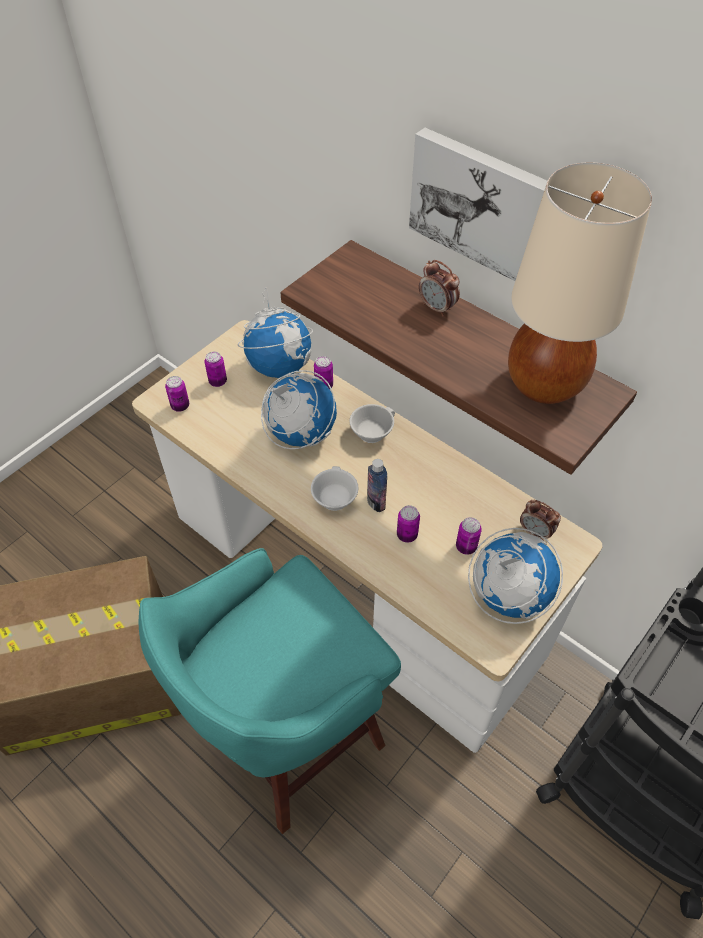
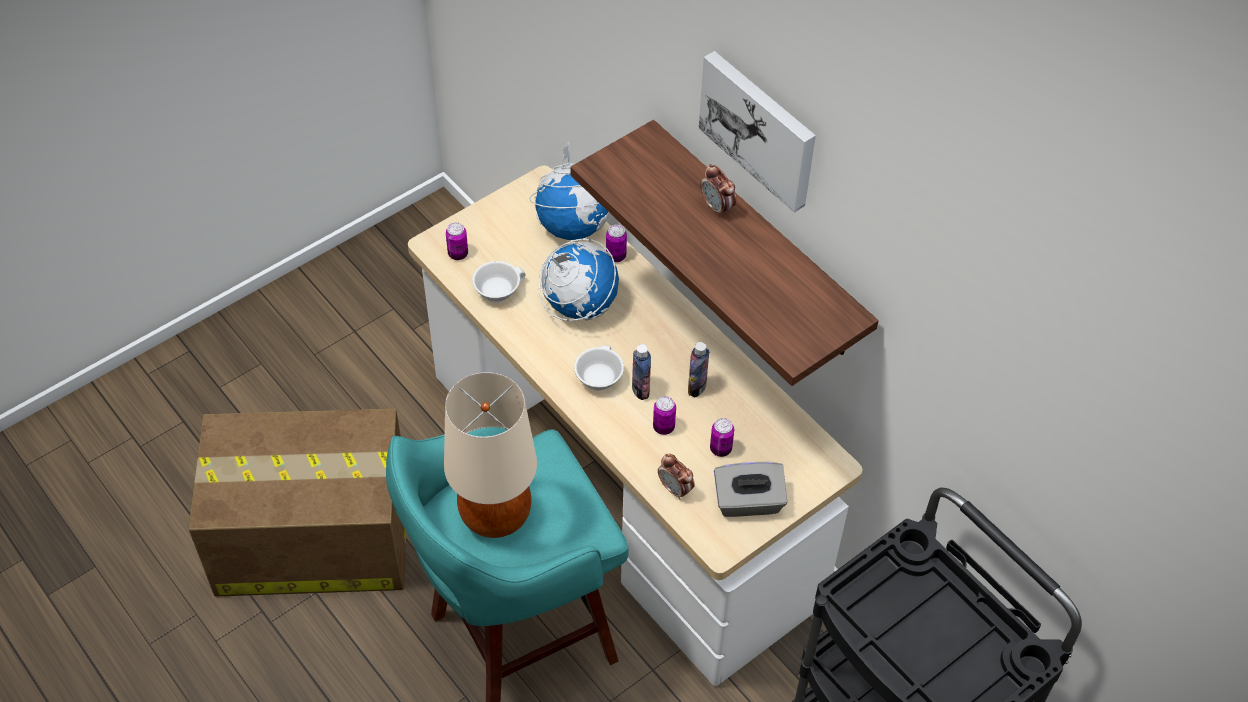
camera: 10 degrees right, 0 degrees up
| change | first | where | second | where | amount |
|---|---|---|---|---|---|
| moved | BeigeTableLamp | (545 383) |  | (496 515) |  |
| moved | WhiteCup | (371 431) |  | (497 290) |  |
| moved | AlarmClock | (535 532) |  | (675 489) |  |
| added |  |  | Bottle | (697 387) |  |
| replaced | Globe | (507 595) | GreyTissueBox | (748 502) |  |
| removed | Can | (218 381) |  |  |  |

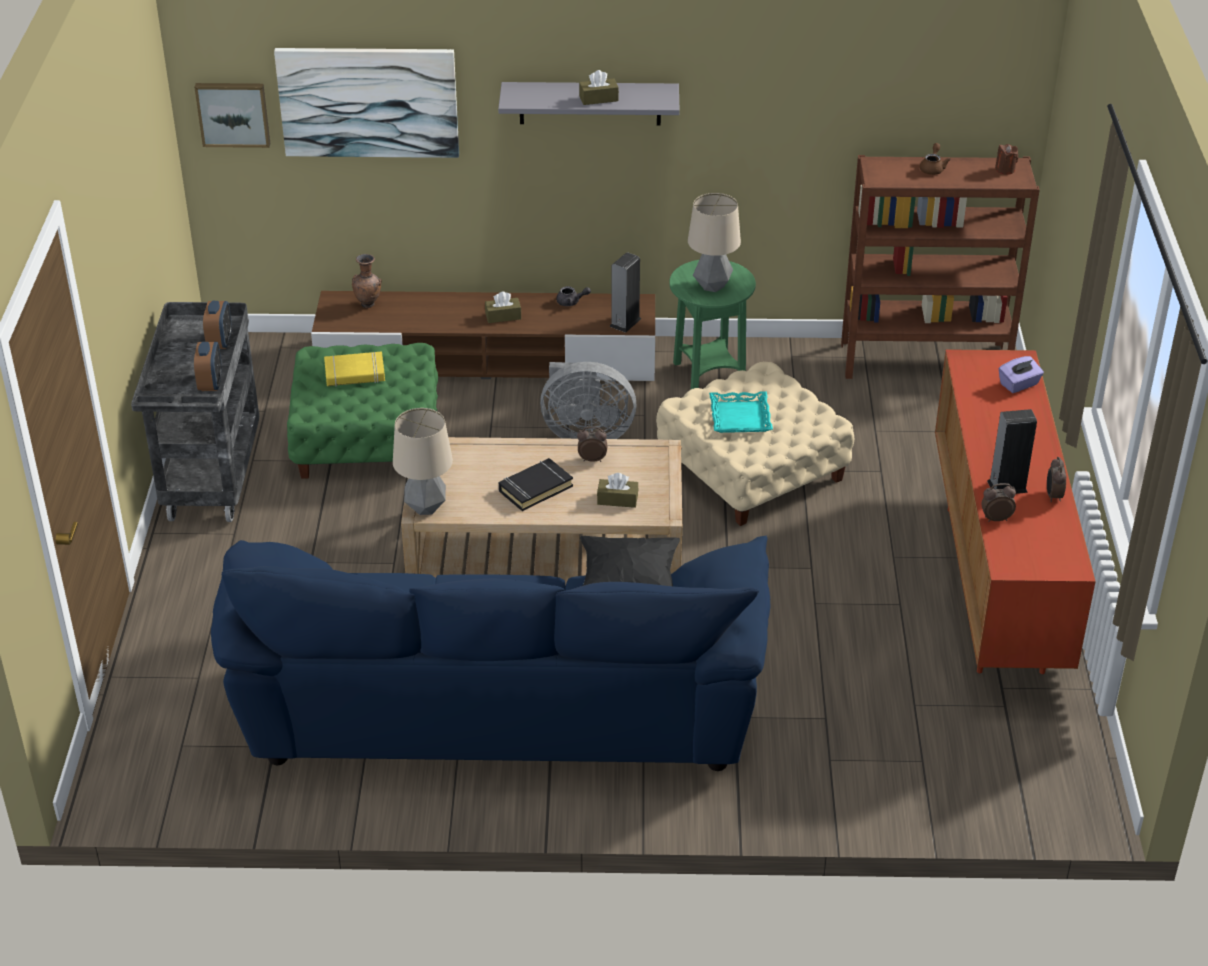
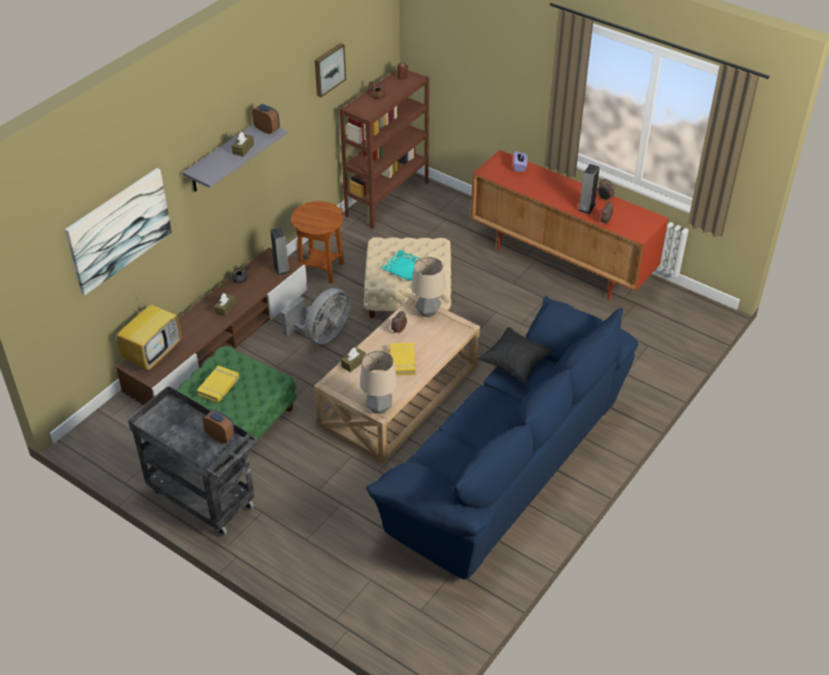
camera: 55 degrees left, 5 degrees up
| change | first | where | second | where | amount |
|---|---|---|---|---|---|
| replaced | BrownVase | (368 304) | Television | (153 353) |  |
| moved | AlarmClock | (220 342) |  | (267 130) |  |
| recoloured | GreenSideTable | (708 375) | BrownSideTable | (321 270) |  |
| moved | Picture | (233 113) |  | (328 69) |  |
| moved | BrownTissueBox | (617 499) |  | (353 363) |  |
| recoloured | BlackBook | (535 488) | YellowBook | (402 361) |  |
| moved | TableLamp | (712 286) |  | (428 312) |  |

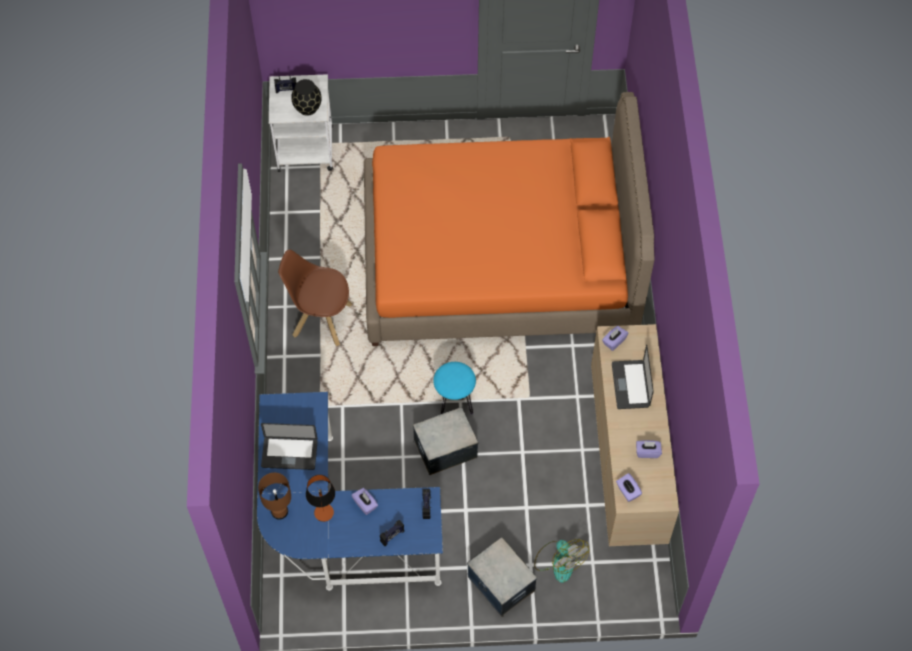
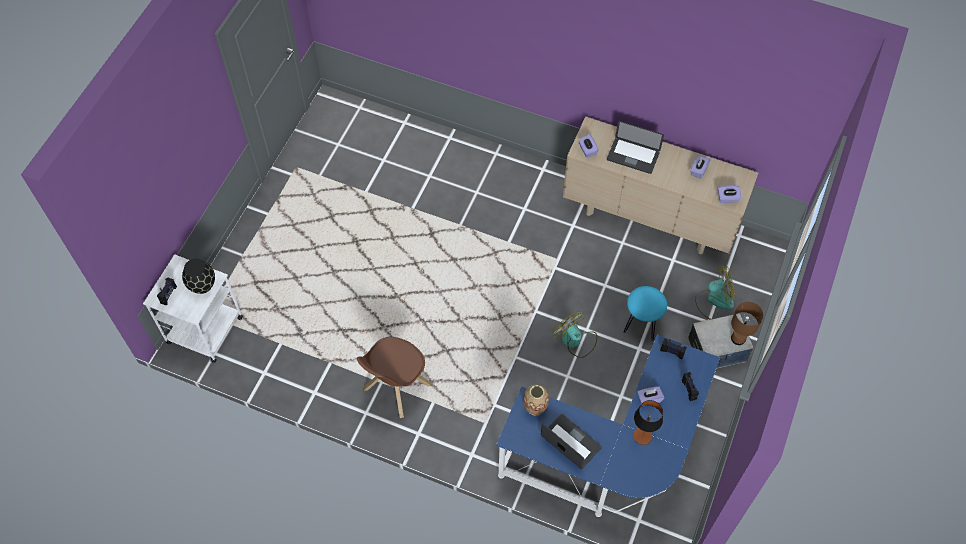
camera: 65 degrees left, 0 degrees up
| change | first | where | second | where | amount |
|---|---|---|---|---|---|
| added |  |  | Vase | (535 406) |  |
| turned | Laptop | (289 454) |  | (571 442) | 75 degrees counterclockwise |
| replaced | StorageBox | (445 448) | Fan | (575 340) |  |
| moved | TurquoiseStool | (454 401) |  | (641 323) |  |
| moved | BrownTableLamp | (279 511) |  | (737 338) |  |
| removed | OrangeBed | (498 261) |  |  |  |

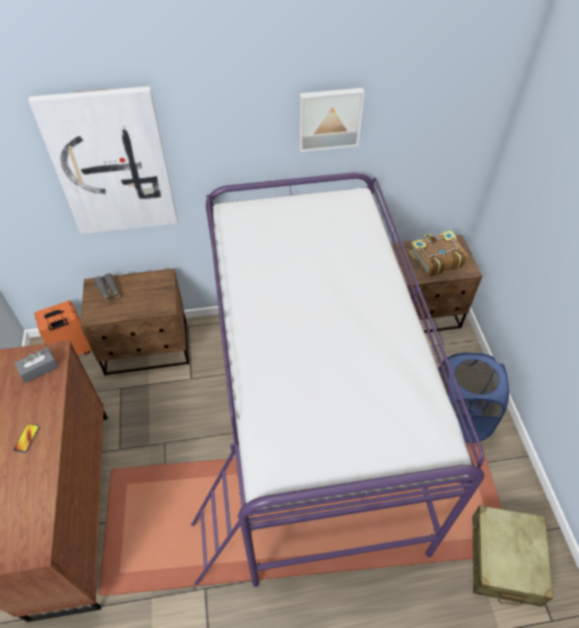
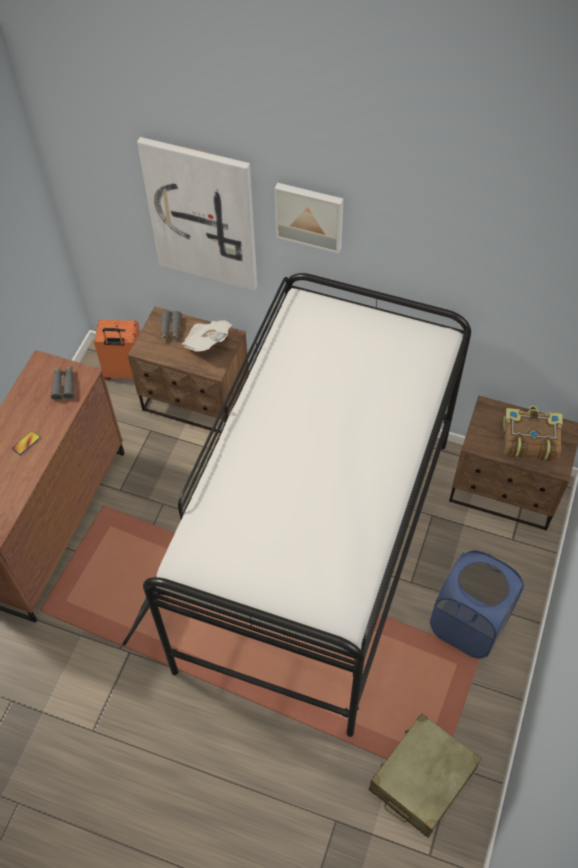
camera: 30 degrees right, 5 degrees up
| change | first | where | second | where | amount |
|---|---|---|---|---|---|
| replaced | GreyTissueBox | (39 369) | GreyBinoculars | (64 385) |  |
| recoloured | PurpleBed | (310 424) | BlackBed | (312 554) |  |
| added |  |  | Newspaper | (207 343) |  |
| moved | Picture | (329 118) |  | (310 215) |  |

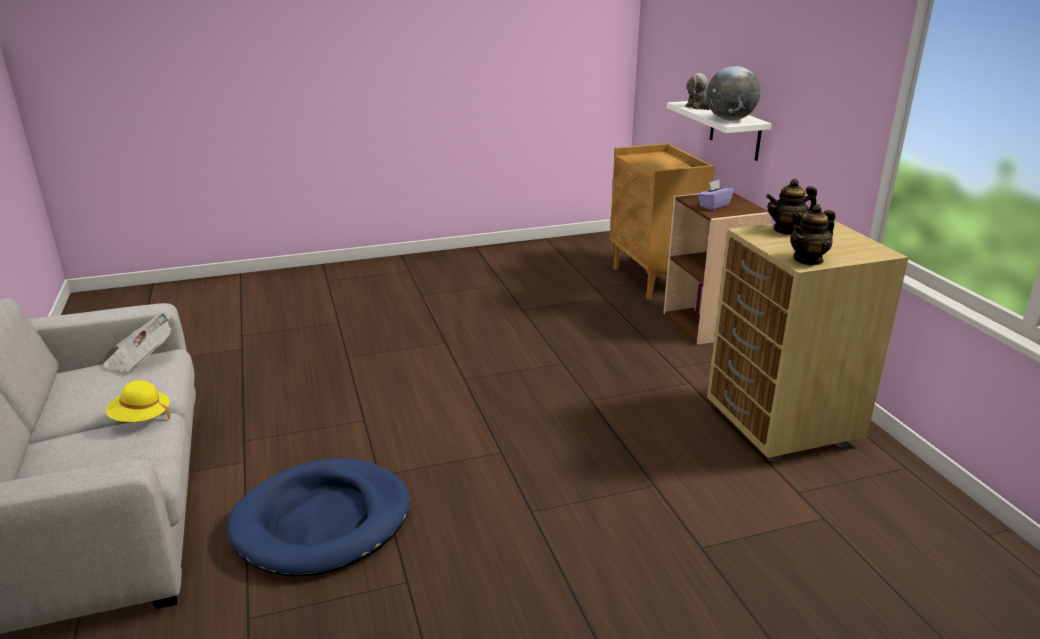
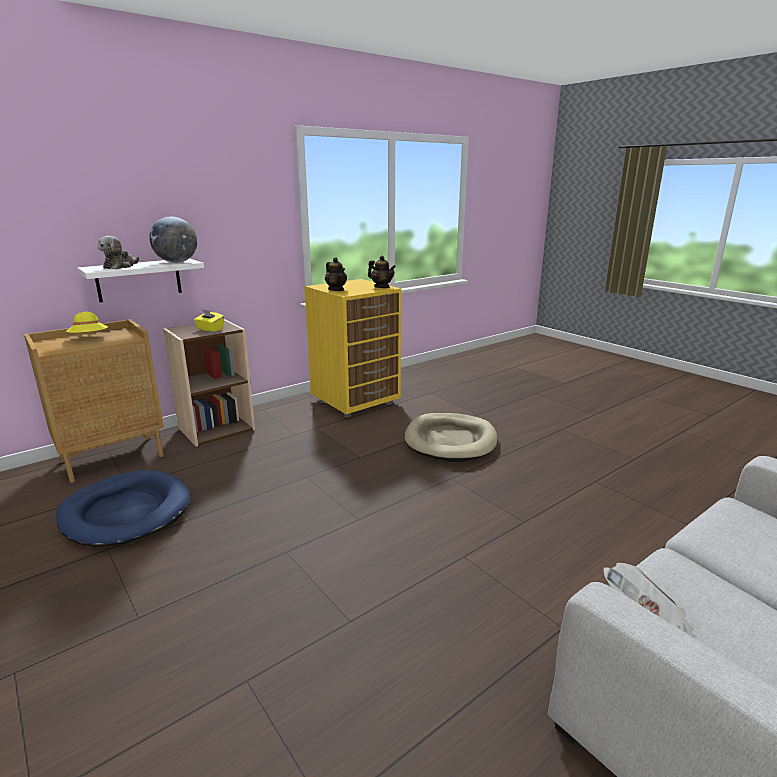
camera: 110 degrees left, 5 degrees down
| change | first | where | second | where | amount |
|---|---|---|---|---|---|
| moved | BlueDogBed | (322 522) |  | (126 512) |  |
| moved | YellowHat | (141 418) |  | (89 338) |  |
| recoloured | PurpleTissueBox | (714 206) | YellowTissueBox | (210 329) |  |
| recoloured | BrownDresser | (780 427) | YellowDresser | (356 402) |  |
| added |  |  | BeigeDogBed | (450 441) |  |

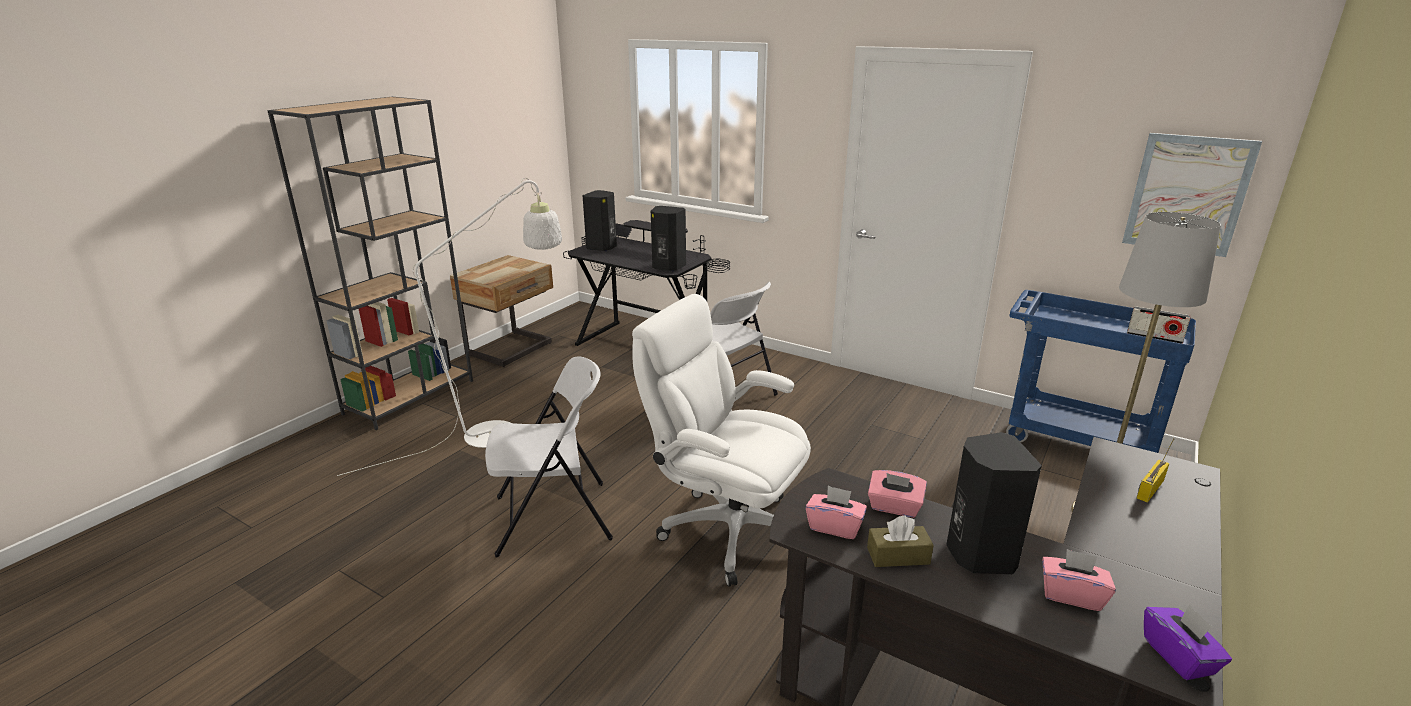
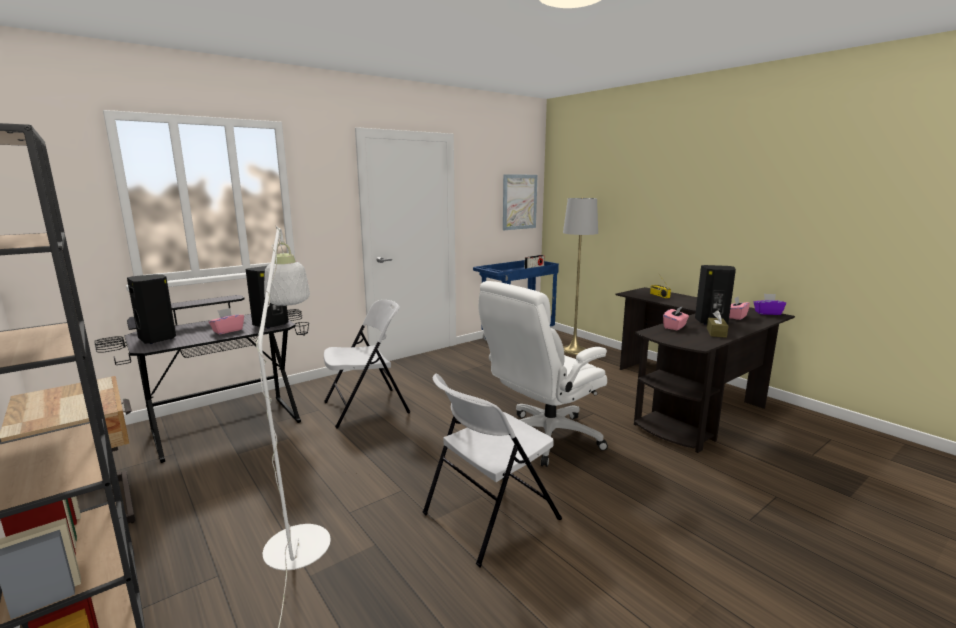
camera: 70 degrees left, 10 degrees down
| change | first | where | second | where | amount |
|---|---|---|---|---|---|
| moved | PinkTissueBox | (834 526) |  | (228 331) |  |
| turned | WhiteChair | (553 518) |  | (491 516) | 135 degrees counterclockwise |

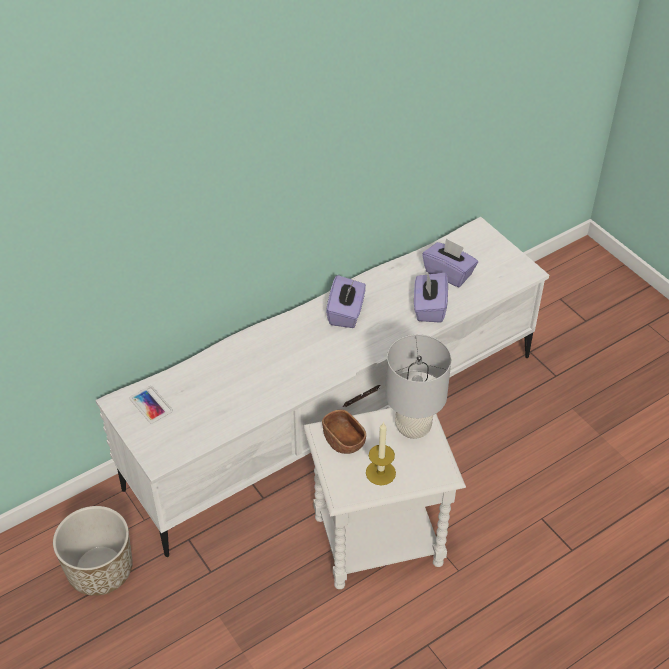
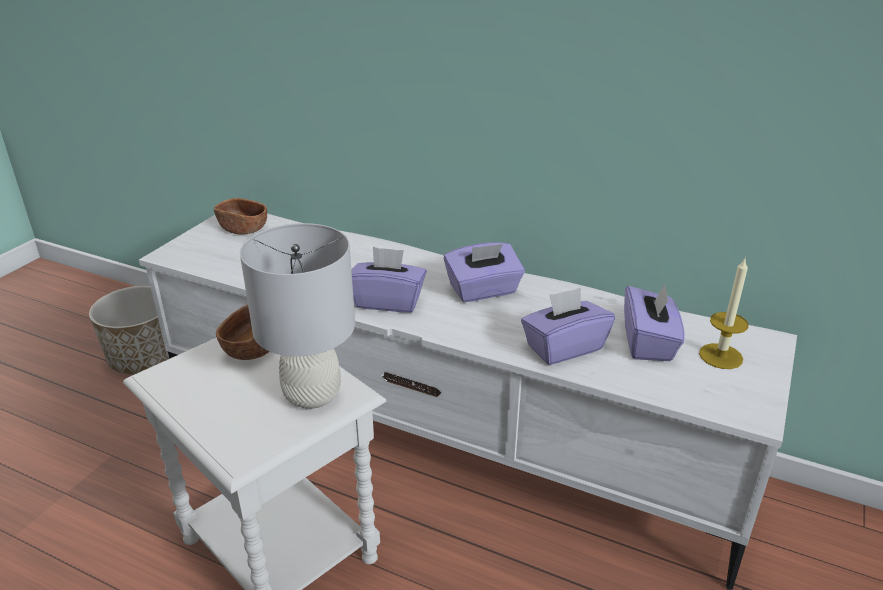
camera: 60 degrees right, 15 degrees down
| change | first | where | second | where | amount |
|---|---|---|---|---|---|
| replaced | Phone | (151 405) | BrownBowl | (243 228) |  |
| added |  |  | PurpleTissueBox | (388 301) |  |
| moved | Candle | (380 473) |  | (720 356) |  |

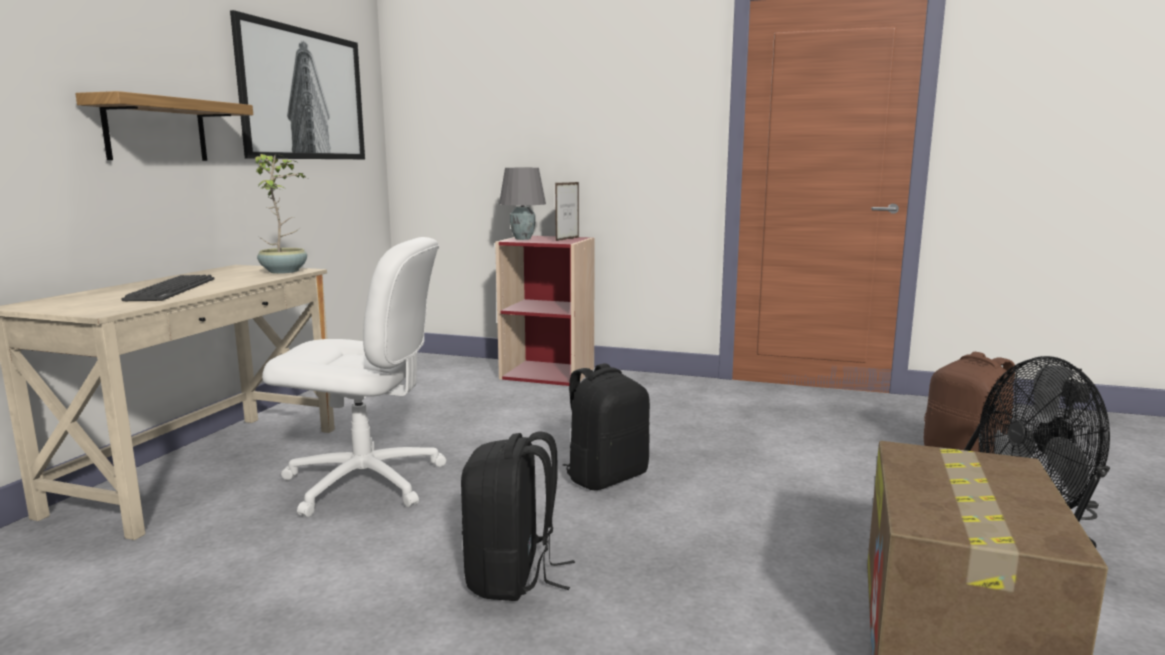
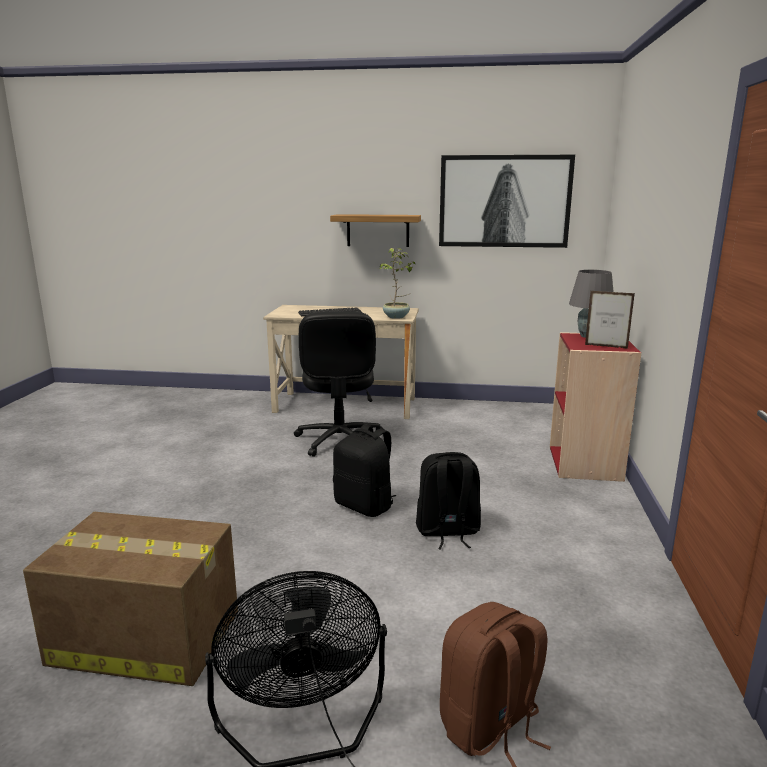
camera: 80 degrees right, 5 degrees up
| change | first | where | second | where | amount |
|---|---|---|---|---|---|
| recoloured | WhiteOfficeChair | (364 481) | BlackOfficeChair | (339 440) |  |
| moved | BlackBackpack | (513 577) |  | (447 532) |  |

